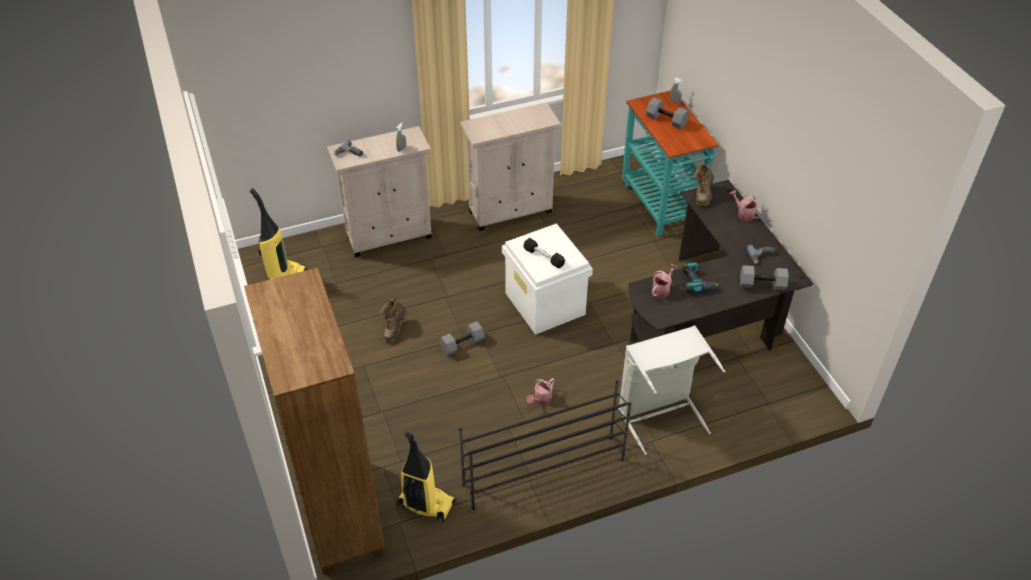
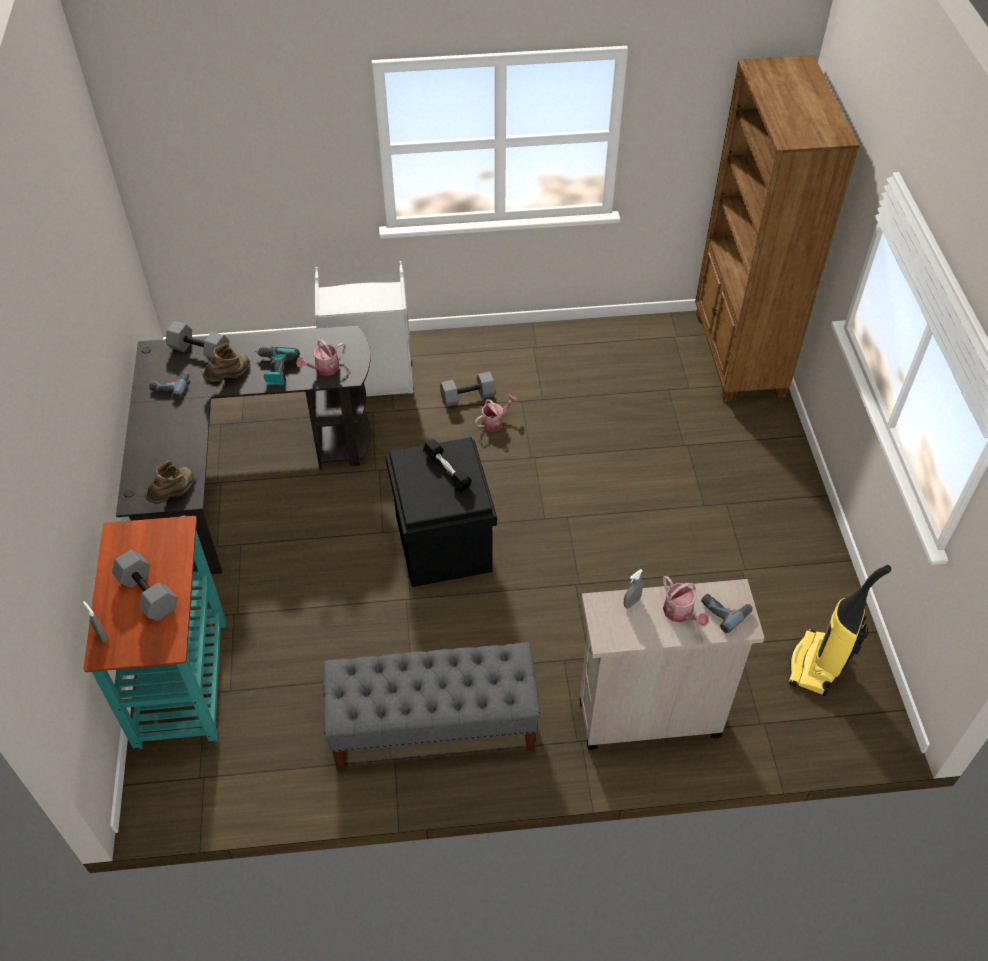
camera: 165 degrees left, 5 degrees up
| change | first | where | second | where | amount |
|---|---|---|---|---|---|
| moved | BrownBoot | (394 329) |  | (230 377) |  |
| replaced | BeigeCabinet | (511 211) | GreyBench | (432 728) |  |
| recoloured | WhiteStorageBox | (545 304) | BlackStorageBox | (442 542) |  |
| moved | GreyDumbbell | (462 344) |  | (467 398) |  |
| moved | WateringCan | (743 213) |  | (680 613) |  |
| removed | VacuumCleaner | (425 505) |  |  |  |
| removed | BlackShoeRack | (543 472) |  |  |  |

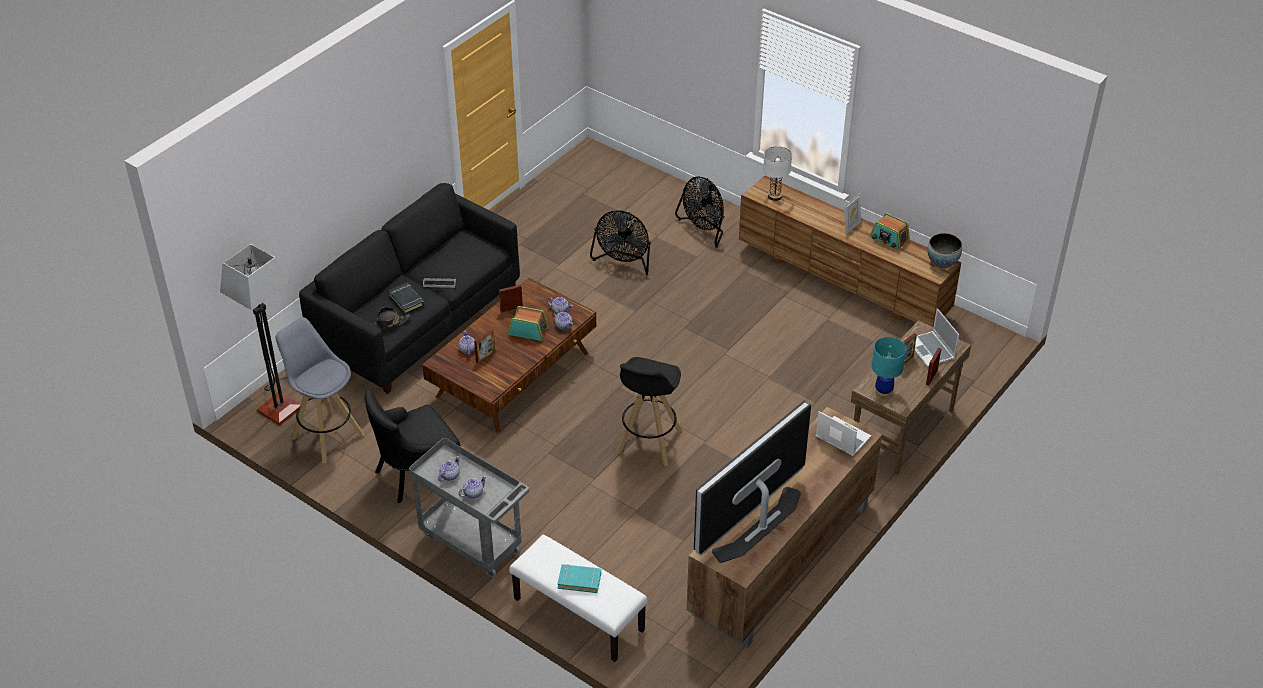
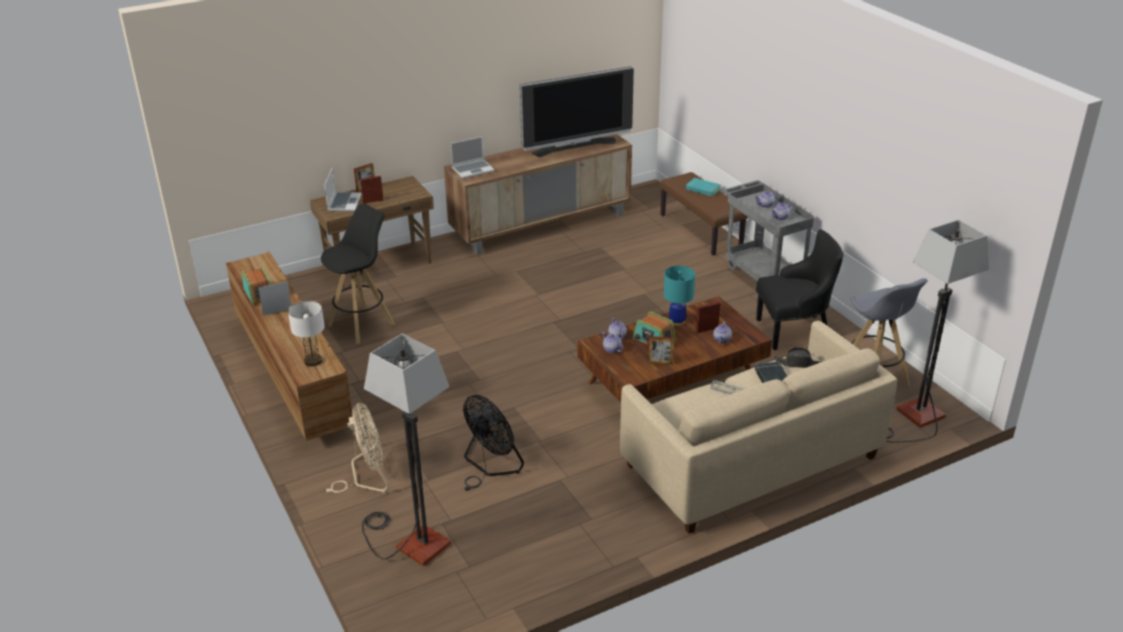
camera: 155 degrees left, 10 degrees down
| change | first | where | second | where | amount |
|---|---|---|---|---|---|
| moved | BlackStool | (647 443) |  | (363 324) |  |
| recoloured | BlackFan | (705 227) | BeigeFan | (365 474) |  |
| added |  |  | FloorLamp | (410 542) |  |
| turned | Laptop | (842 437) |  | (473 170) | 90 degrees counterclockwise |
| recoloured | BlackSofa | (418 320) | BeigeSofa | (751 461) |  |
| recoloured | WhiteBench | (577 615) | BrownBench | (701 230) |  |
| moved | TurquoiseTableLamp | (883 391) |  | (677 321) |  |
| removed | Bowl | (942 263) |  |  |  |

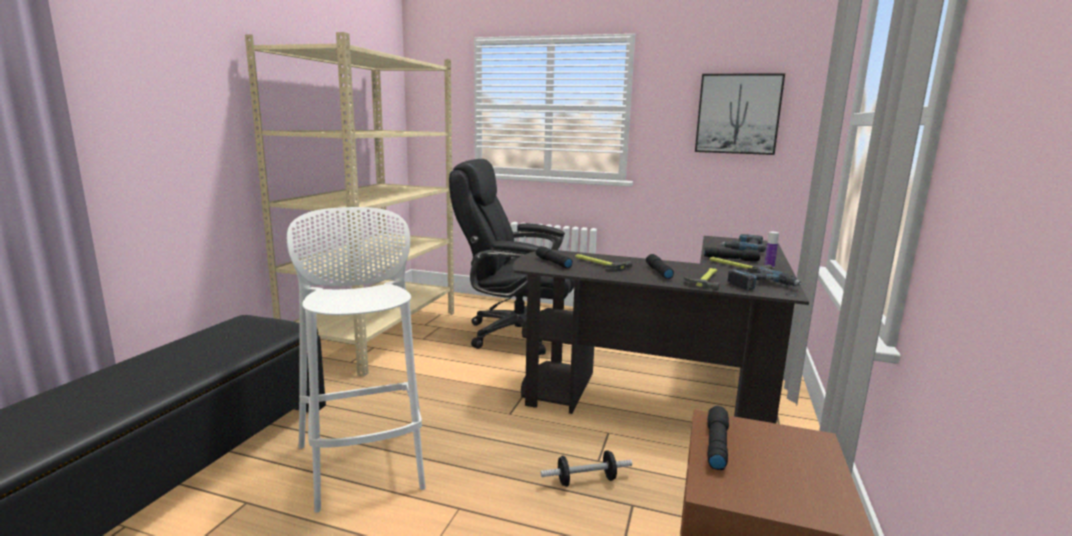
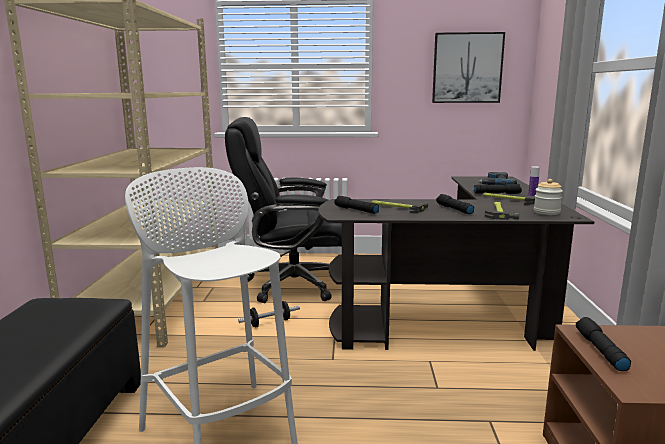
camera: 15 degrees left, 0 degrees up
| change | first | where | second | where | amount |
|---|---|---|---|---|---|
| moved | Dumbbell | (586 480) |  | (270 323) |  |
| replaced | PowerDrill | (762 285) | Jar | (546 212) |  |

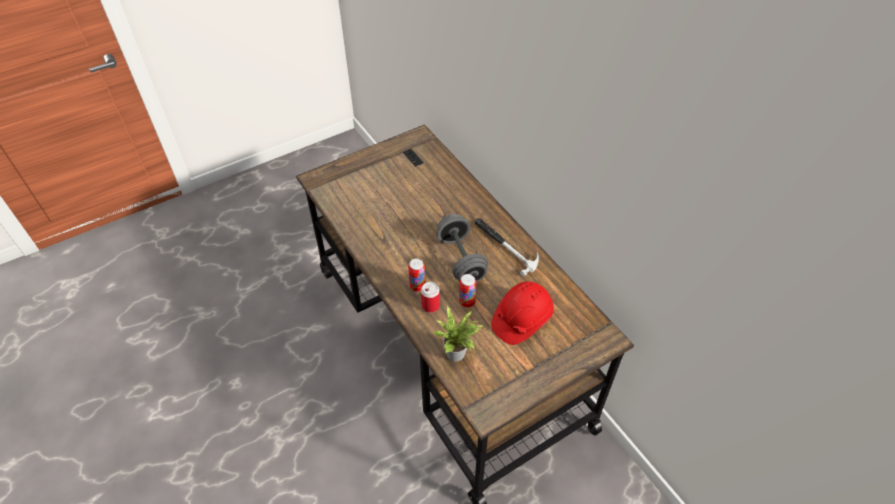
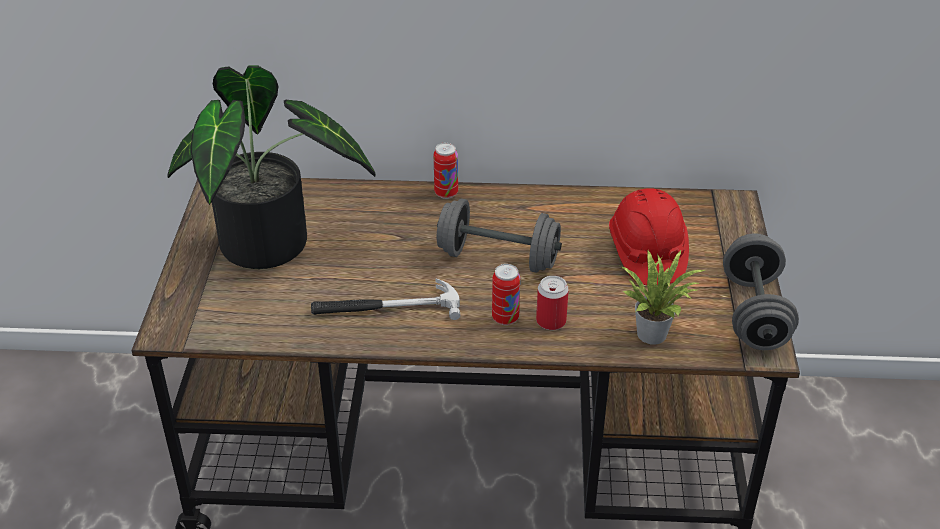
camera: 55 degrees left, 10 degrees down
| change | first | where | second | where | amount |
|---|---|---|---|---|---|
| added |  |  | PottedPlant | (272 247) |  |
| moved | Hammer | (505 245) |  | (385 307) |  |
| moved | Can | (467 302) |  | (446 193) |  |
| added |  |  | GreyDumbbell | (754 313) |  |

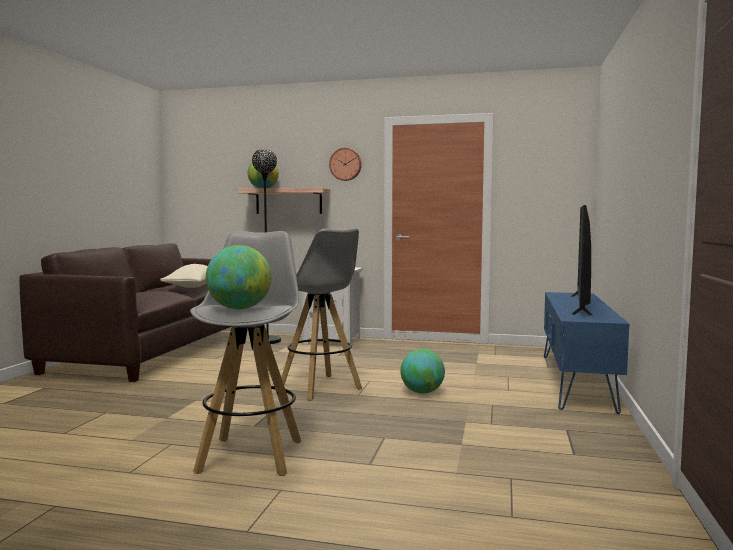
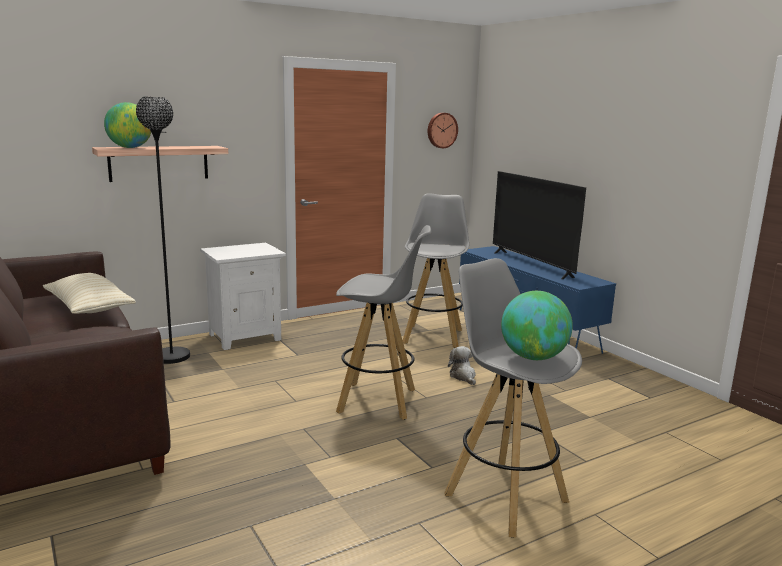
camera: 45 degrees left, 10 degrees up
| change | first | where | second | where | amount |
|---|---|---|---|---|---|
| added |  |  | GreyStool | (433 336) |  |
| moved | WallClock | (345 164) |  | (441 130) |  |
| replaced | Globe | (422 392) | PlushToy | (463 376) |  |

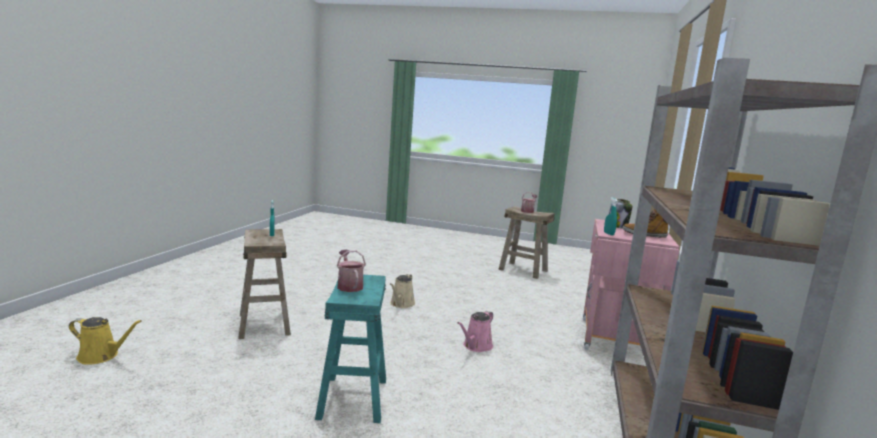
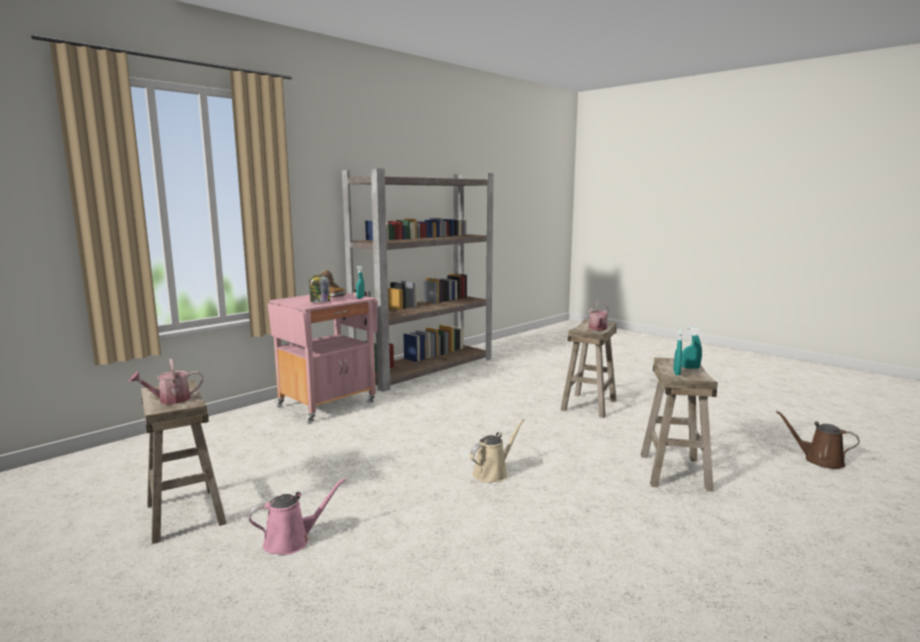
camera: 150 degrees left, 0 degrees up
| change | first | where | second | where | amount |
|---|---|---|---|---|---|
| moved | PinkWateringCan | (476 346) |  | (291 541) |  |
| recoloured | TurquoiseStool | (352 397) | BeigeStool | (589 405) |  |
| added |  |  | TurquoiseSprayBottle | (690 368) |  |
| recoloured | YellowWateringCan | (101 356) | BrownWateringCan | (819 460) |  |

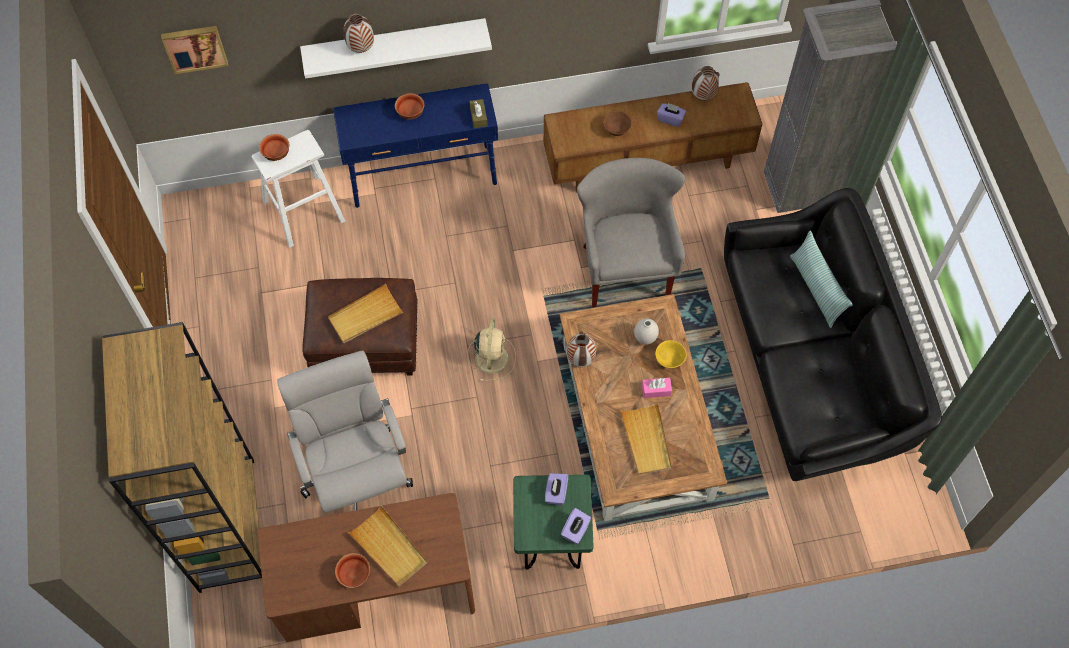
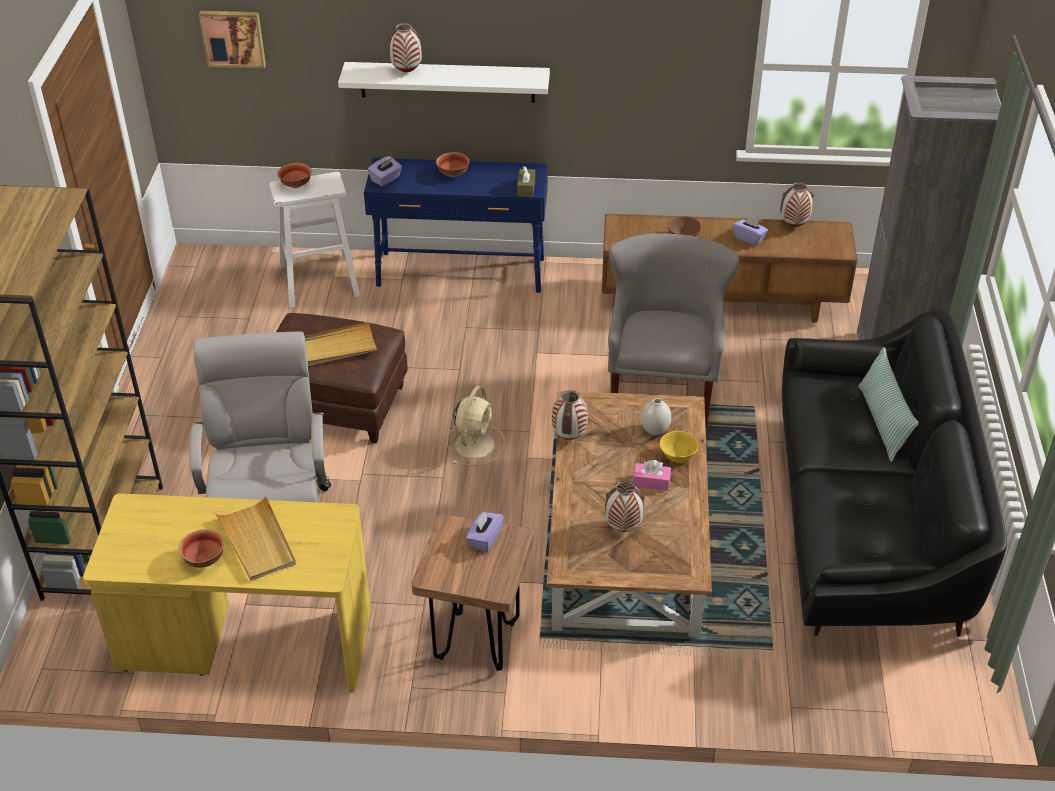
camera: 15 degrees right, 20 degrees down
| change | first | where | second | where | amount |
|---|---|---|---|---|---|
| recoloured | BrownDesk | (376 590) | YellowDesk | (245 643) |  |
| moved | PurpleTissueBox | (575 530) |  | (386 179) |  |
| recoloured | GreenStool | (551 545) | BrownStool | (476 641) |  |
| replaced | BeigeTray | (646 440) | Vase | (622 528) |  |

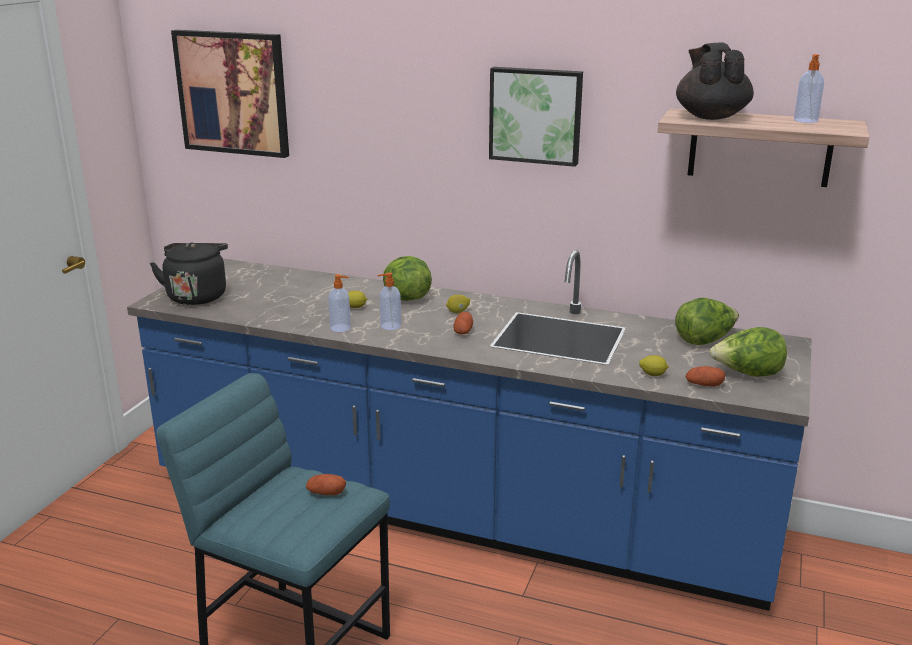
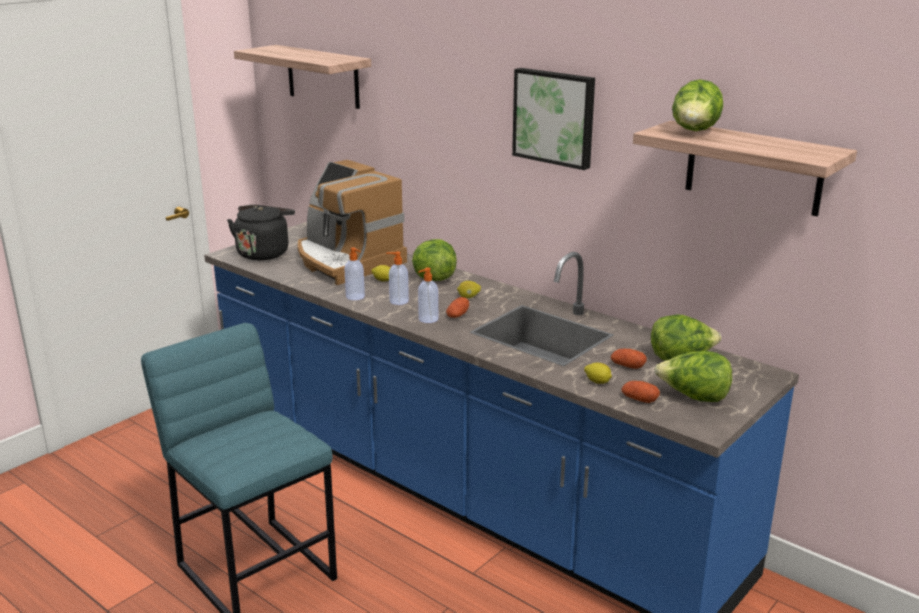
camera: 20 degrees right, 0 degrees up
| change | first | where | second | where | amount |
|---|---|---|---|---|---|
| replaced | Picture | (233 93) | Shelf | (323 76) |  |
| added |  |  | CoffeeMachine | (346 261) |  |
| moved | SoapDispenser | (805 121) |  | (427 319) |  |
| moved | Potato | (326 493) |  | (627 366) |  |
| replaced | BlackTeapot | (711 117) | Lettuce | (695 132) |  |

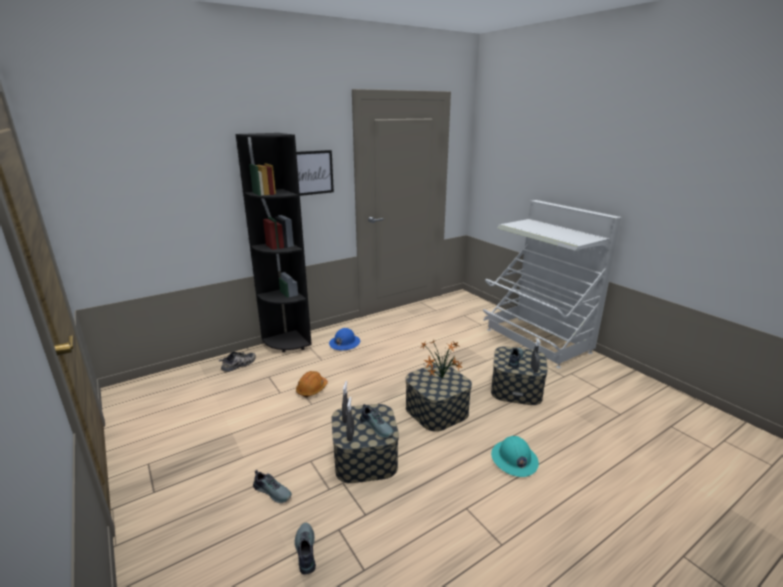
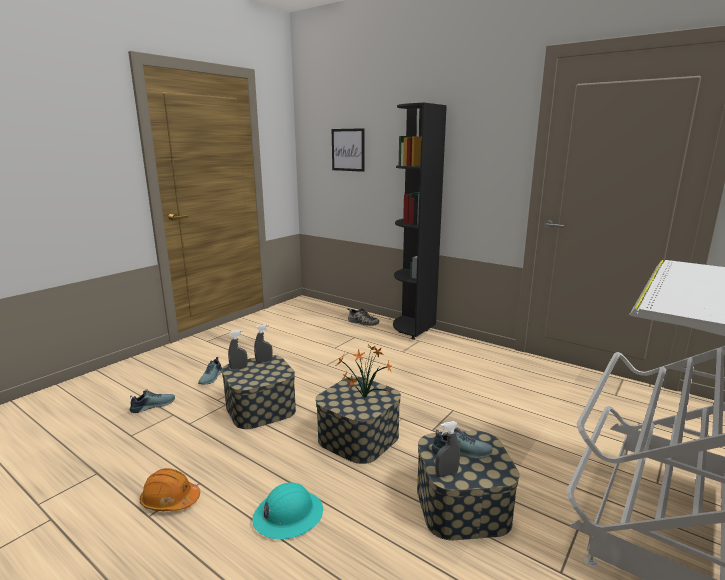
camera: 70 degrees right, 5 degrees down
| change | first | where | second | where | amount |
|---|---|---|---|---|---|
| moved | OrangeHardHat | (312 389) |  | (170 500) |  |
| moved | Picture | (313 172) |  | (348 150) |  |
| removed | BlueHardHat | (344 343) |  |  |  |
| removed | Shoe | (377 427) |  |  |  |

